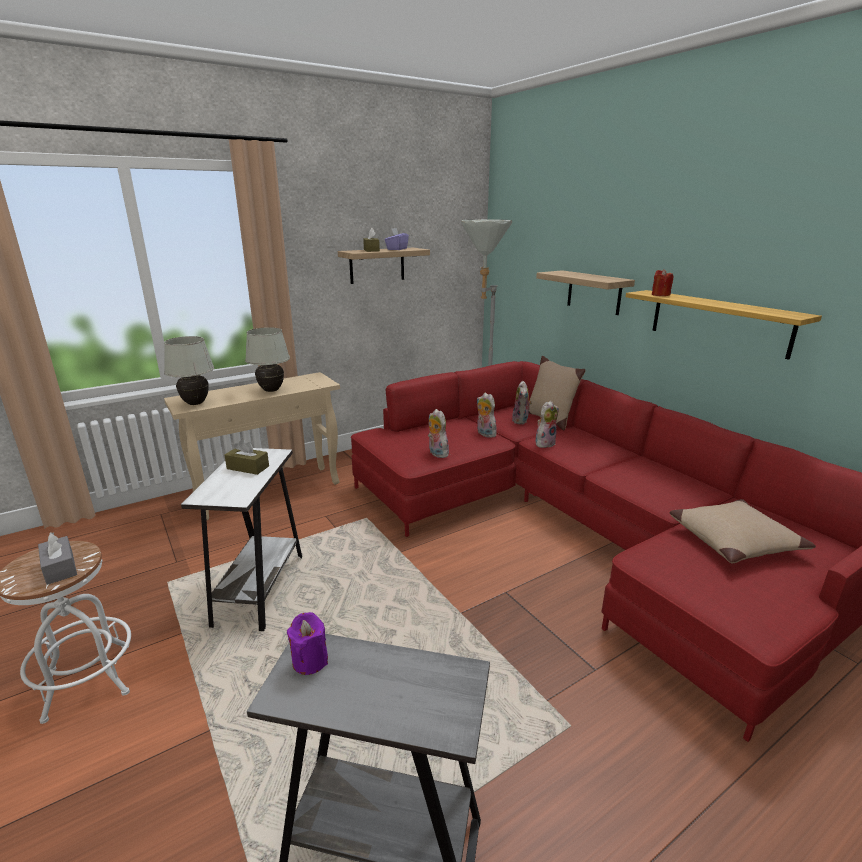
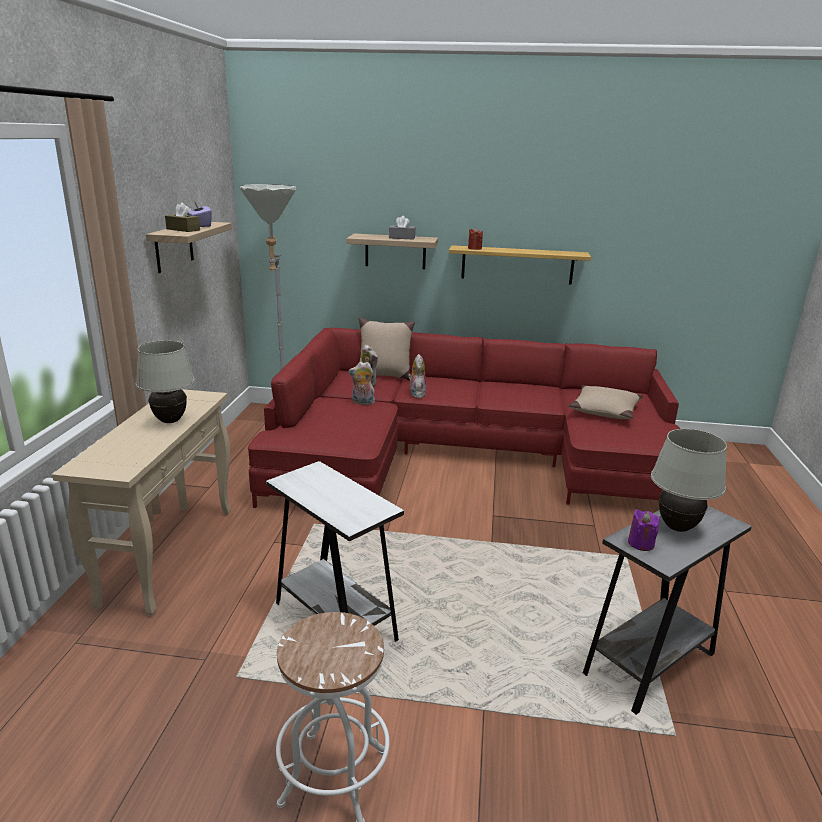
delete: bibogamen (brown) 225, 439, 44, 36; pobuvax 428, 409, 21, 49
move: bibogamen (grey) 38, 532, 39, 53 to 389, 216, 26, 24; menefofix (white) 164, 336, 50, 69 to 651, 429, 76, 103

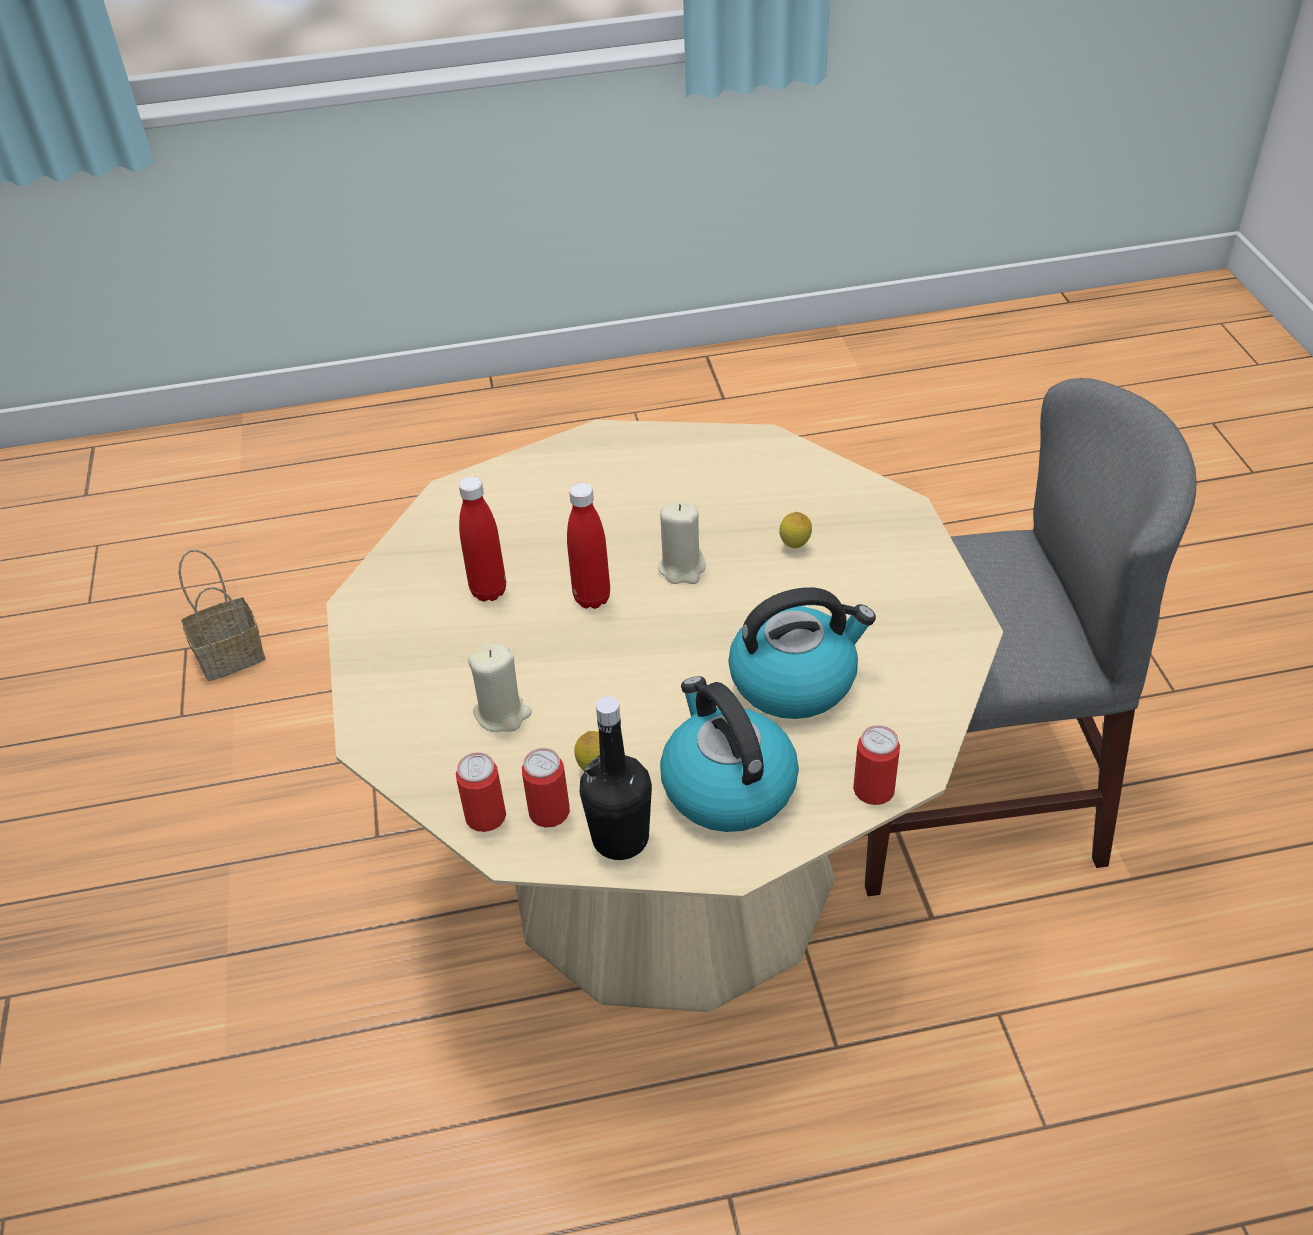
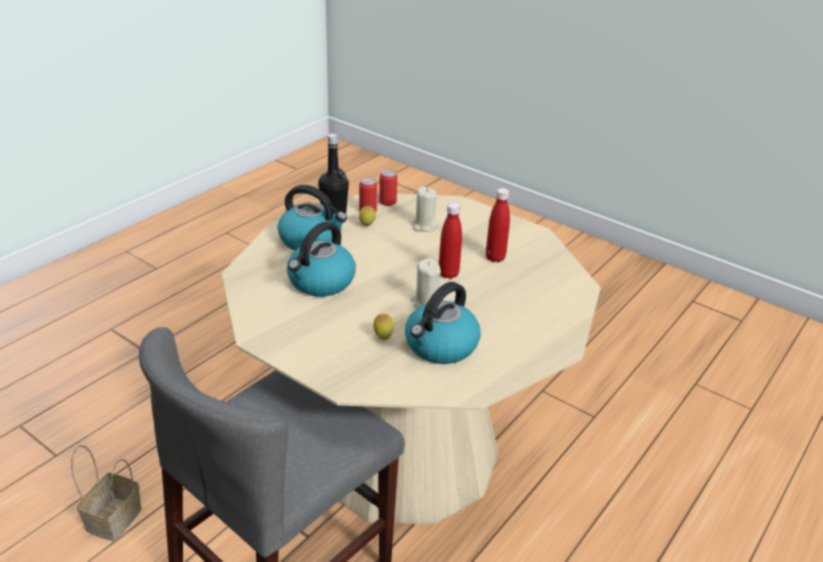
delete: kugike 853, 725, 47, 80
insert: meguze 405, 282, 76, 82
move: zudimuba 178, 549, 88, 132 to 71, 445, 71, 96

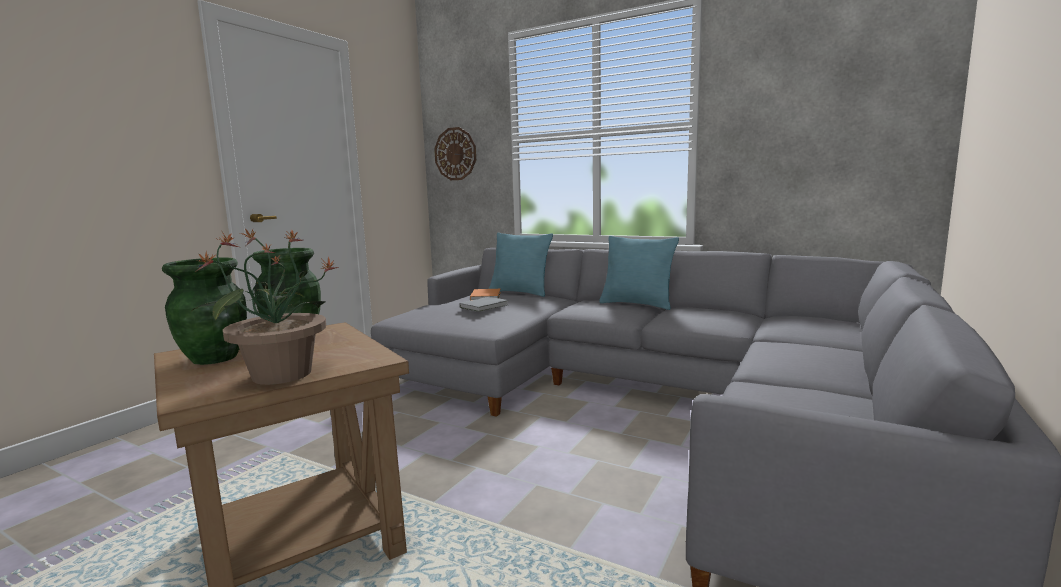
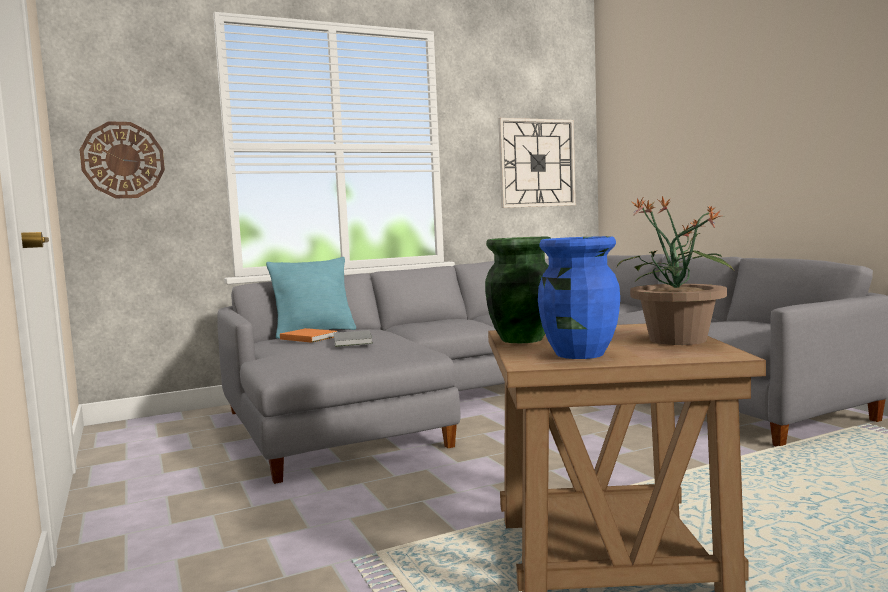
delete: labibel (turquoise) 599, 236, 80, 74
insert: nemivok 498, 118, 78, 90
recolor: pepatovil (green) 162, 257, 85, 108 to pepatovil (blue) 538, 236, 82, 123

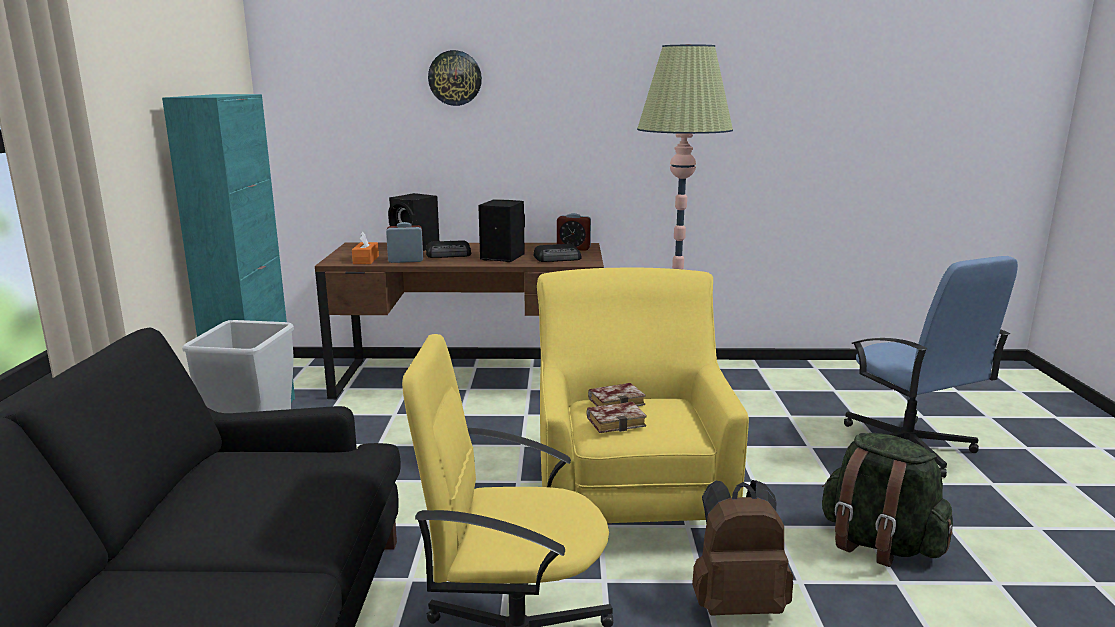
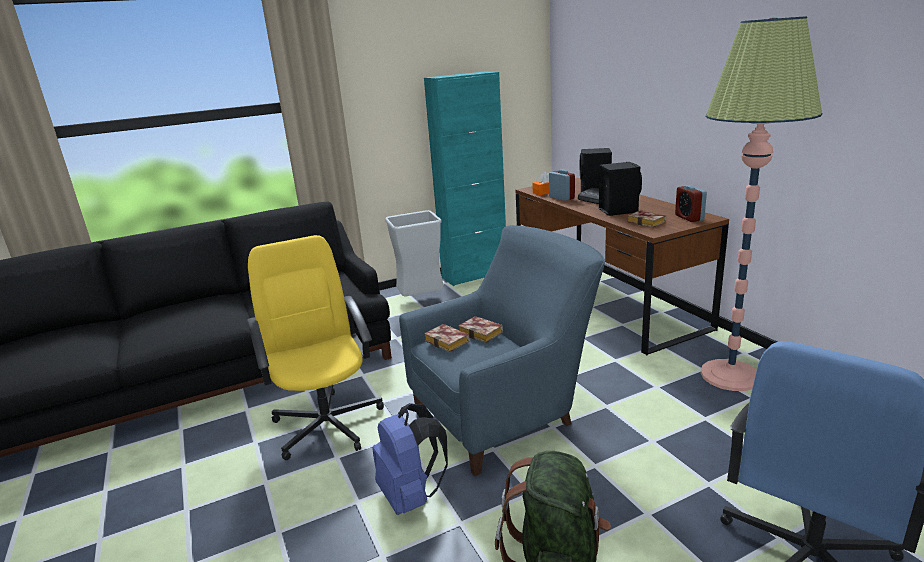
delete: nemivok 428, 50, 54, 56
replace: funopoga 534, 244, 47, 18 to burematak 627, 210, 39, 17
recolor: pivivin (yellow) 537, 268, 212, 255 to pivivin (blue) 399, 225, 206, 251; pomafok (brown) 692, 480, 101, 136 to pomafok (blue) 372, 403, 76, 112

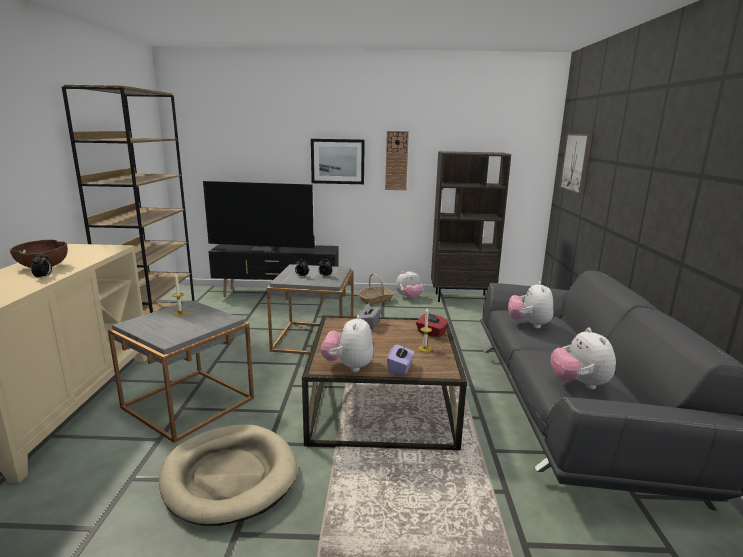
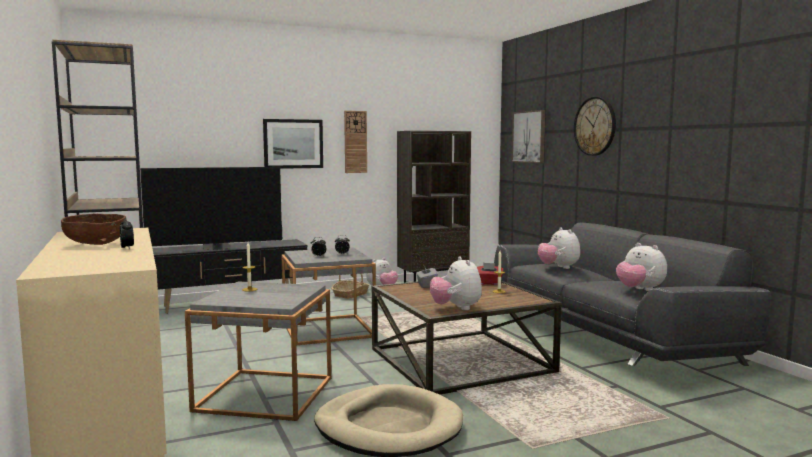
delete: bibogamen (purple) 387, 344, 28, 32
insert: nemivok 574, 97, 42, 59

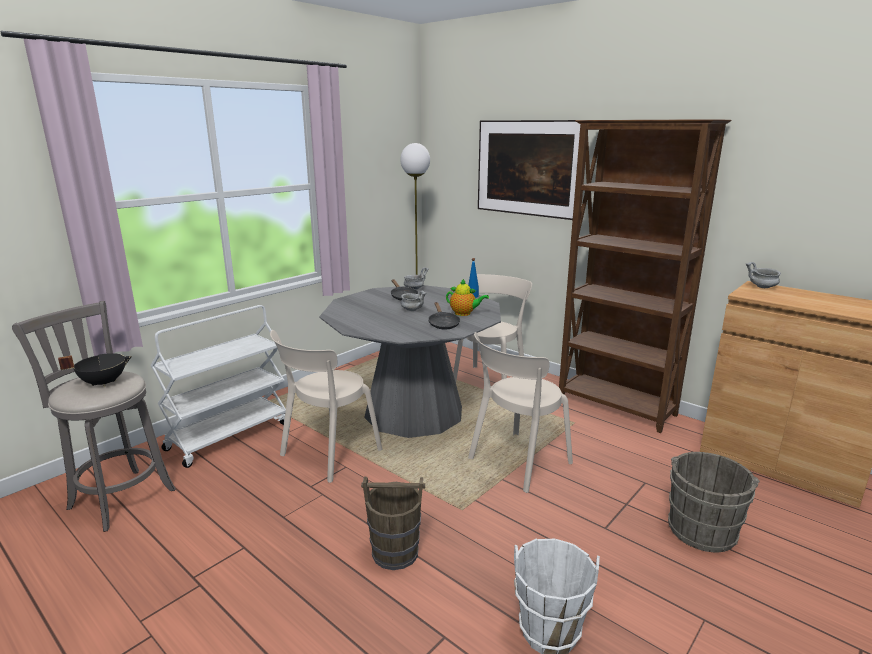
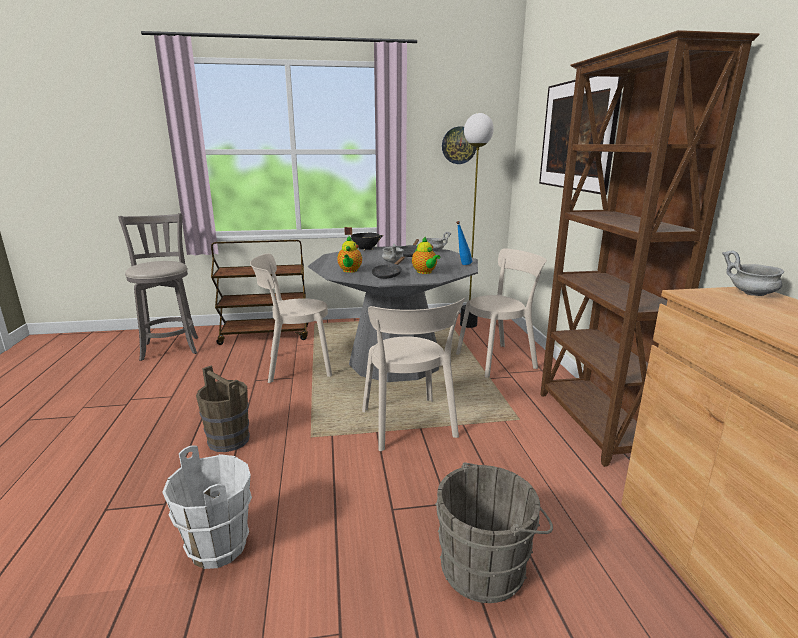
insert: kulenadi 337, 236, 25, 37; nemivok 442, 126, 34, 38
move: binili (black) 58, 353, 74, 34 to 344, 227, 39, 24
recolor: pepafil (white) 151, 305, 135, 163 to pepafil (brown) 211, 240, 97, 105
rotate: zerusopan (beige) 468, 332, 105, 161 = 362, 298, 103, 153 105 degrees counterclockwise

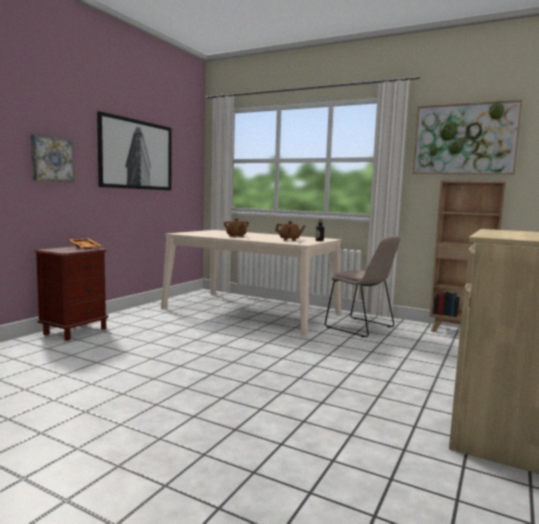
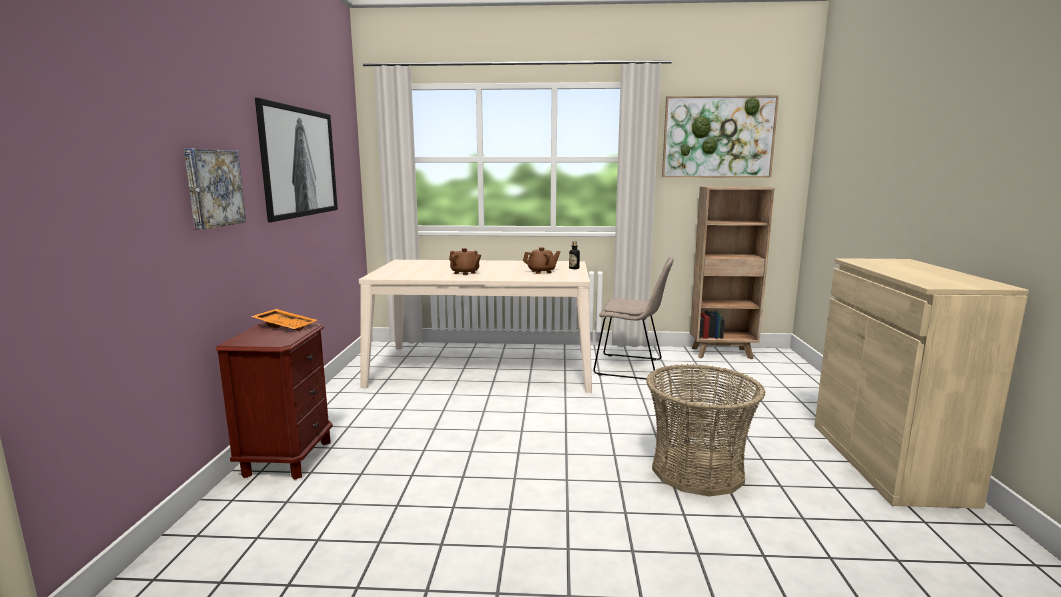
insert: zudimuba 646, 364, 119, 132

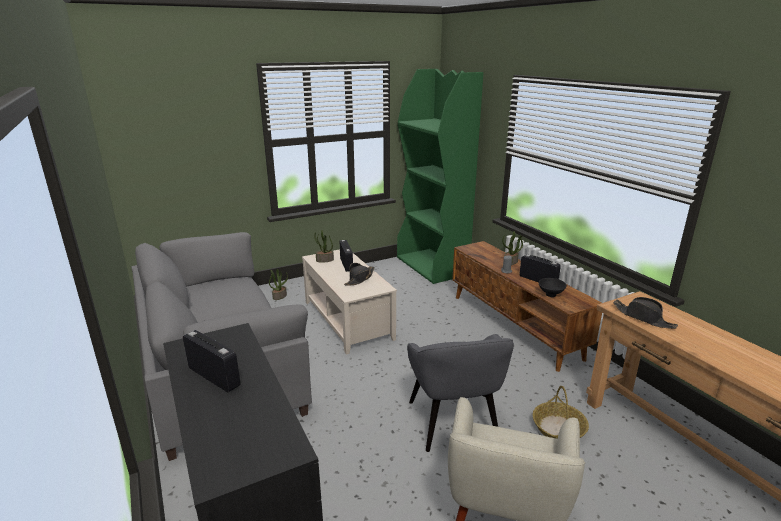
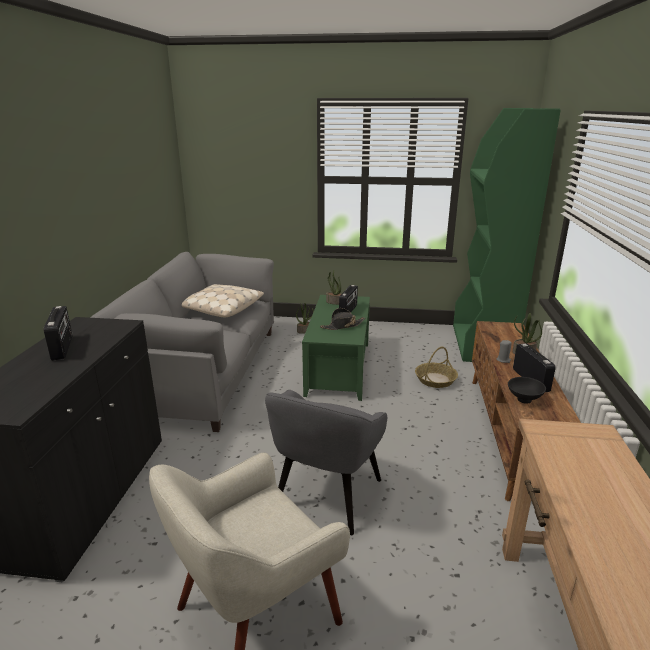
delete: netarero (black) 613, 297, 65, 32
insert: labibel (beige) 182, 284, 82, 33
move: zudimuba 533, 386, 56, 53 to 415, 347, 43, 41
recolor: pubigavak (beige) 302, 249, 95, 106 to pubigavak (green) 302, 295, 68, 106

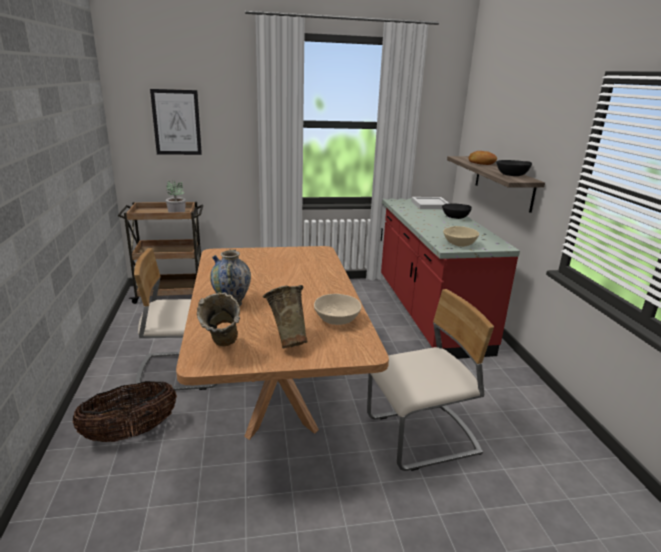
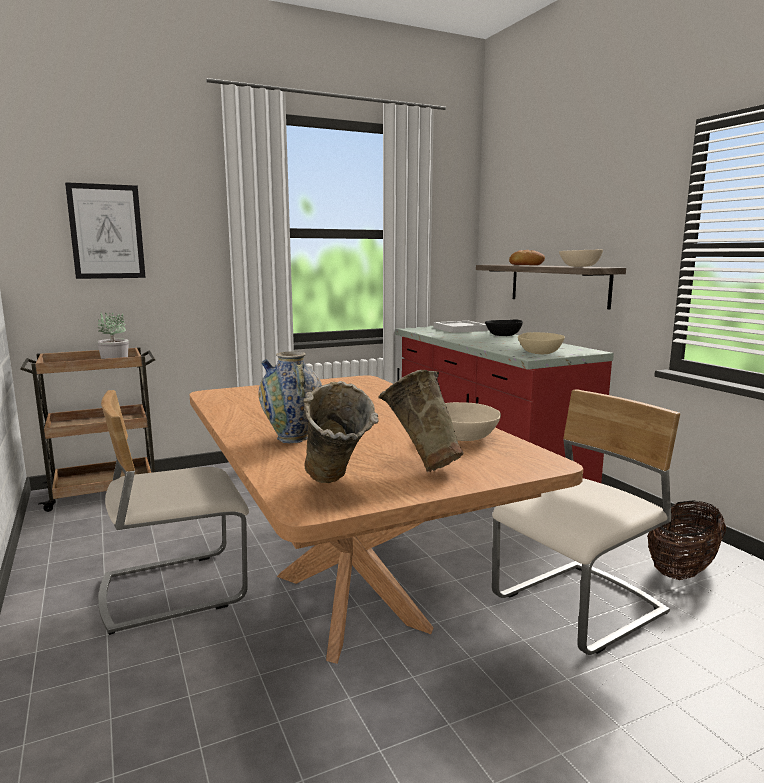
move: zudimuba 73, 381, 104, 61 to 647, 500, 79, 80
recolor: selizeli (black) 496, 160, 36, 16 to selizeli (beige) 559, 249, 44, 18

